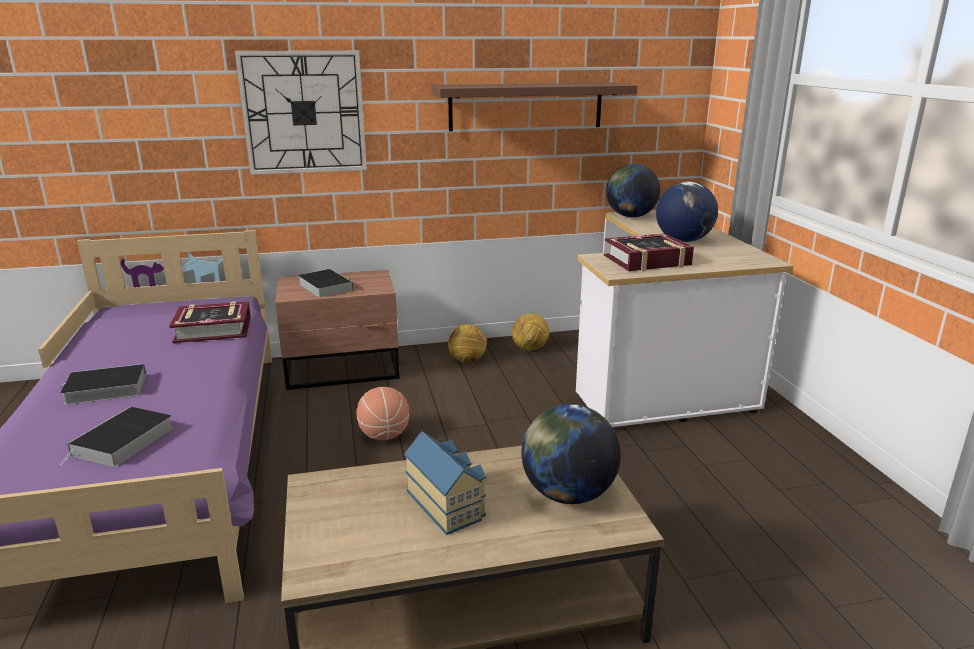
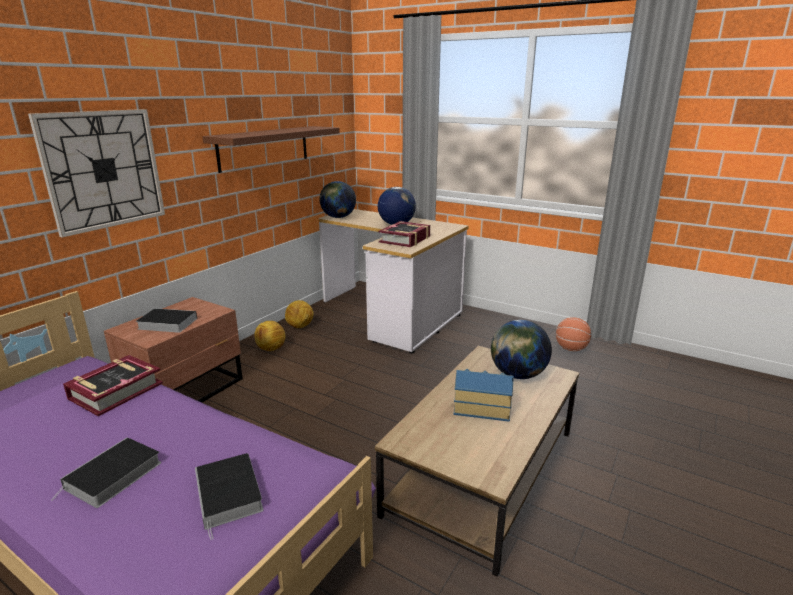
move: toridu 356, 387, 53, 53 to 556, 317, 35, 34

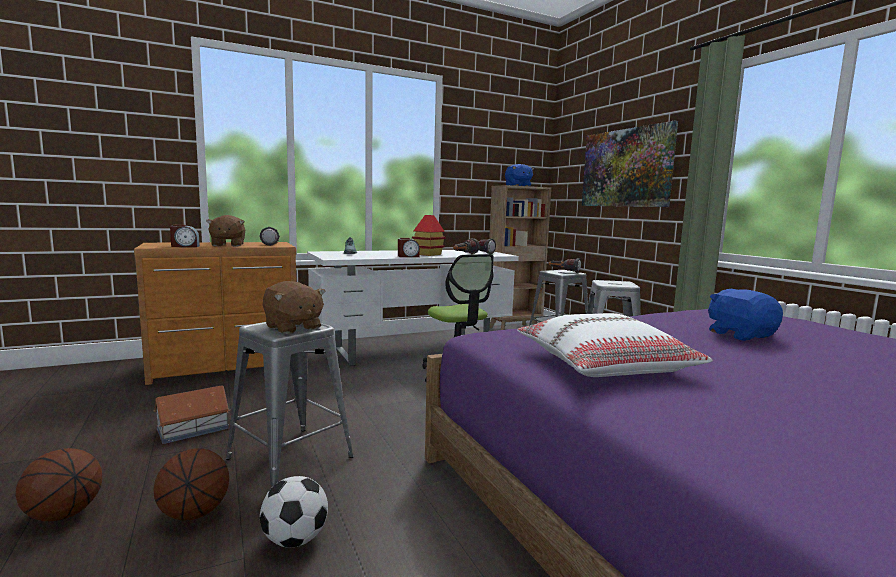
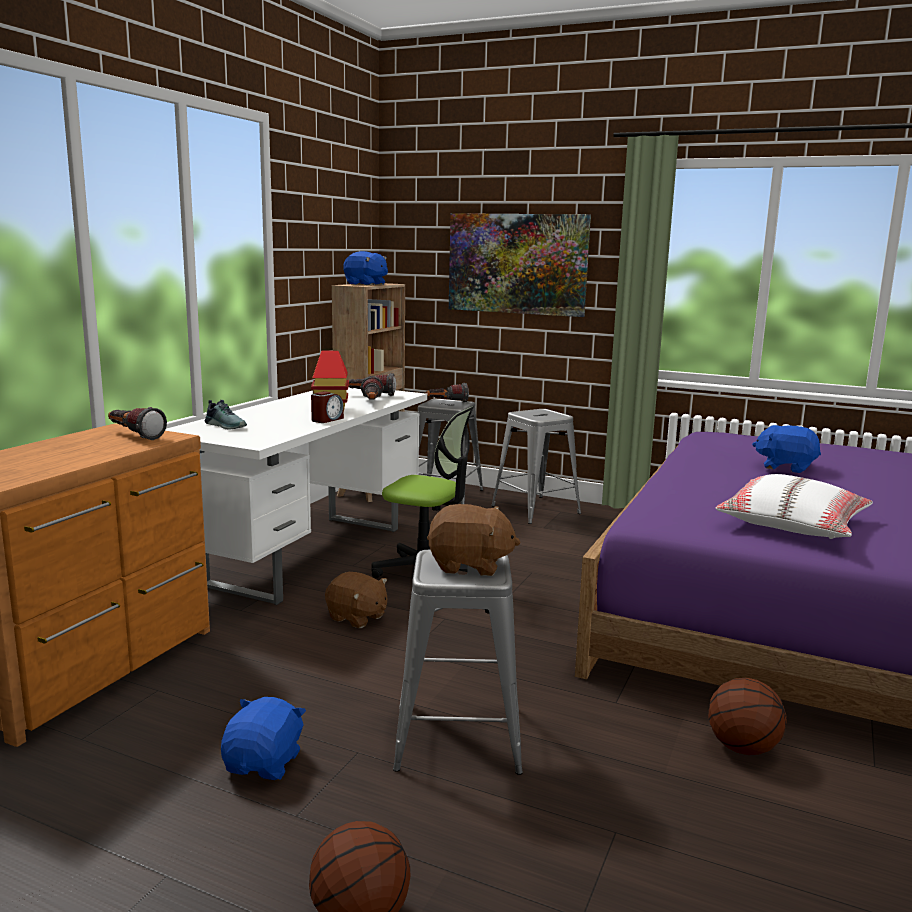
delete: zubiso 170, 225, 30, 22; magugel 260, 476, 68, 72
move: toridu 154, 448, 75, 72 to 708, 678, 79, 77; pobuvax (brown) 206, 215, 39, 32 to 325, 572, 62, 56
replace: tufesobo 154, 385, 76, 59 to pobuvax (blue) 221, 697, 85, 83

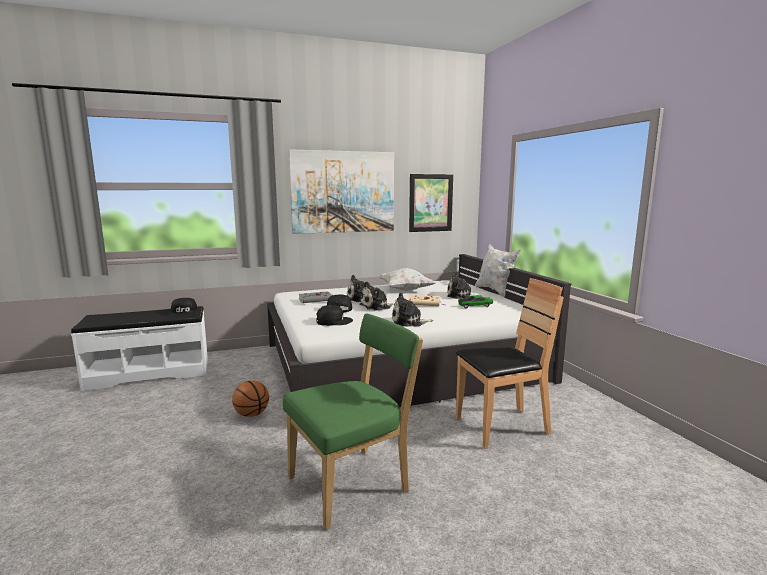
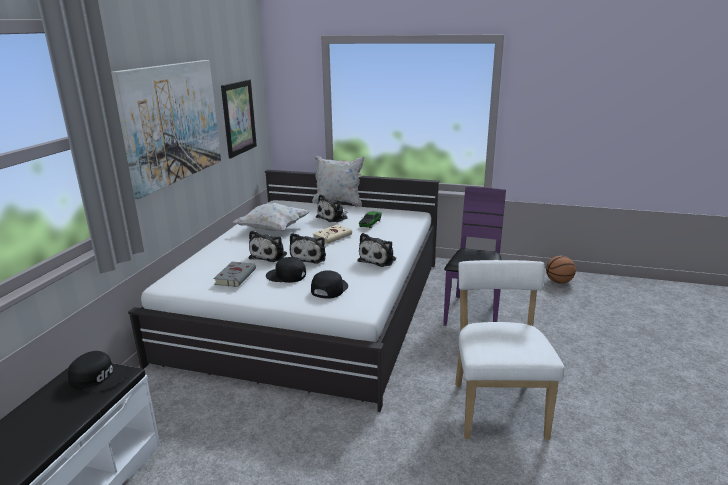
move: toridu 232, 380, 37, 37 to 546, 256, 30, 28
recolor: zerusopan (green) 283, 314, 140, 216 to zerusopan (white) 455, 260, 109, 180; zerusopan (brown) 456, 278, 108, 171 to zerusopan (purple) 443, 187, 63, 139

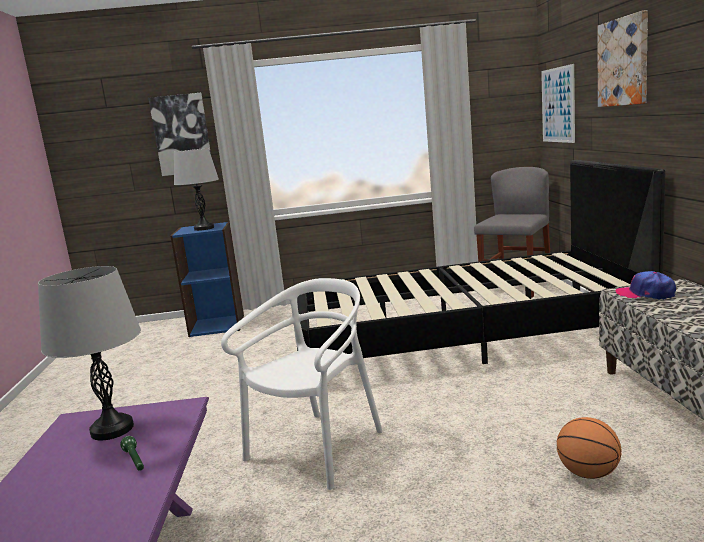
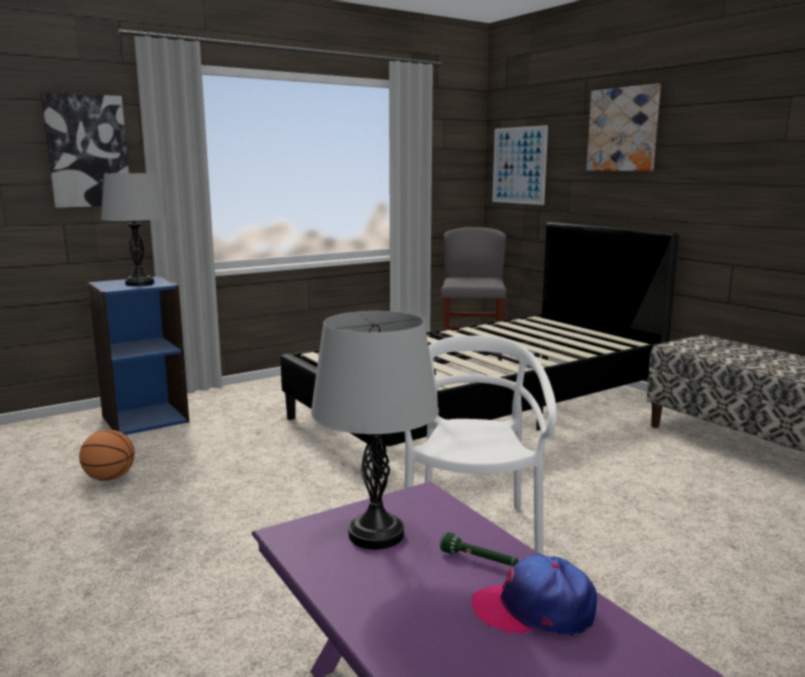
move: toridu 557, 417, 65, 62 to 79, 430, 56, 51; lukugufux 616, 271, 60, 29 to 471, 554, 126, 82

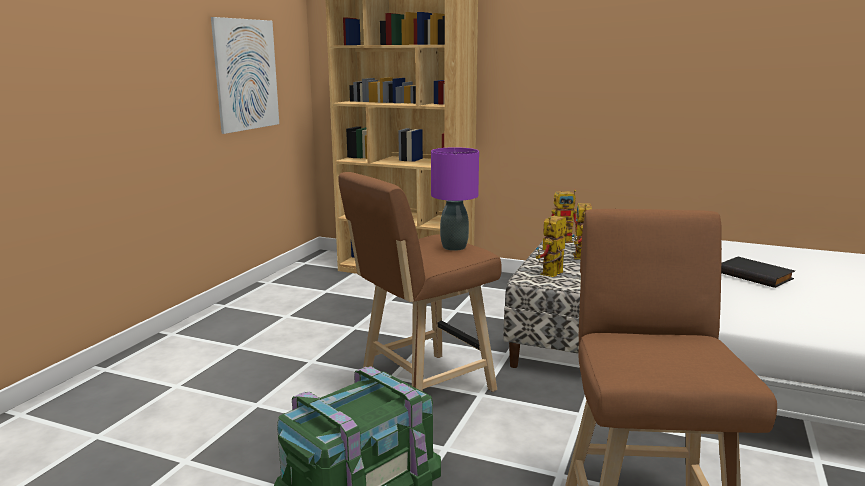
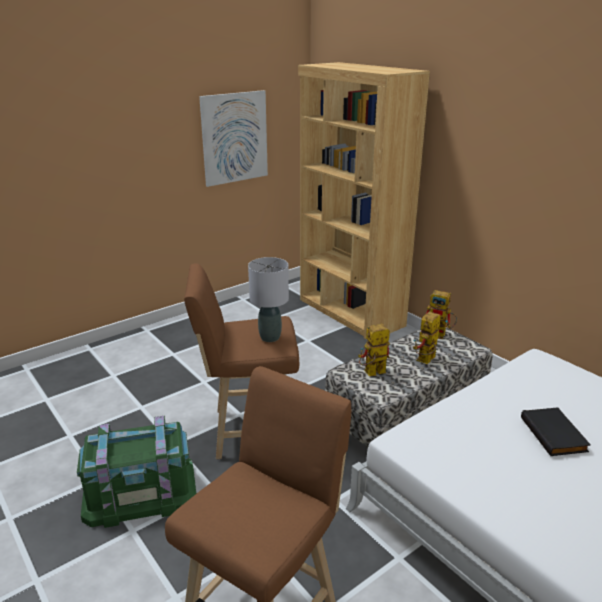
recolor: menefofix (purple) 431, 147, 48, 104 to menefofix (grey) 248, 257, 41, 85

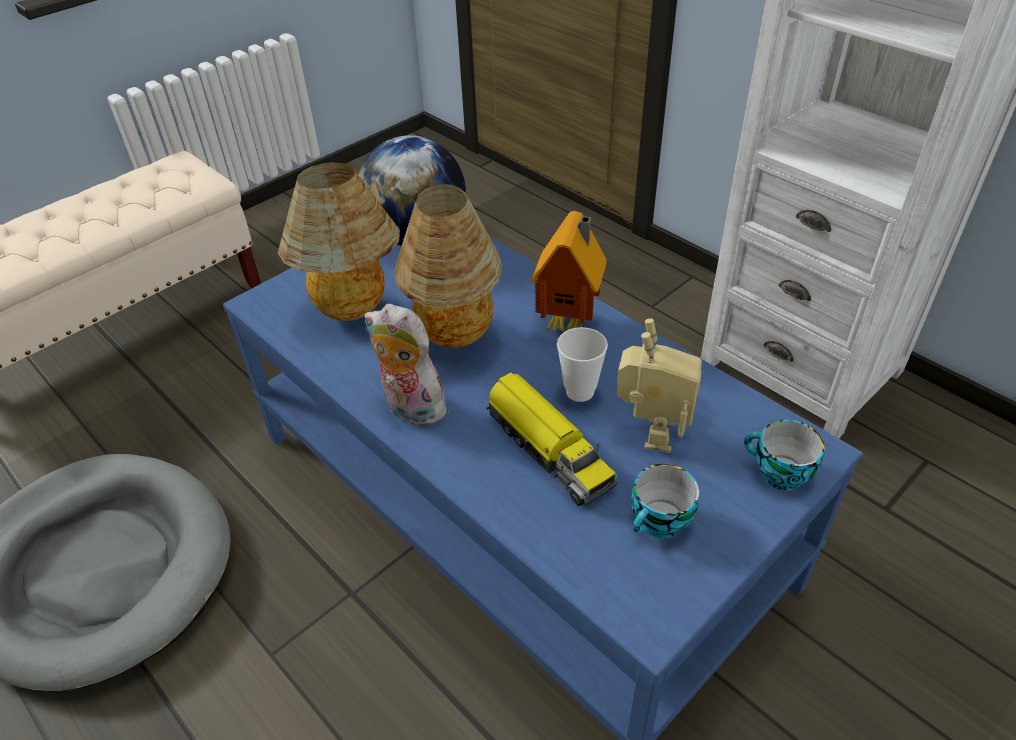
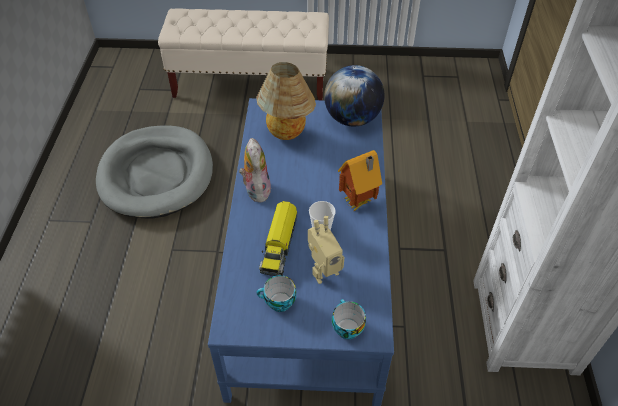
delete: menefofix 394, 184, 108, 164

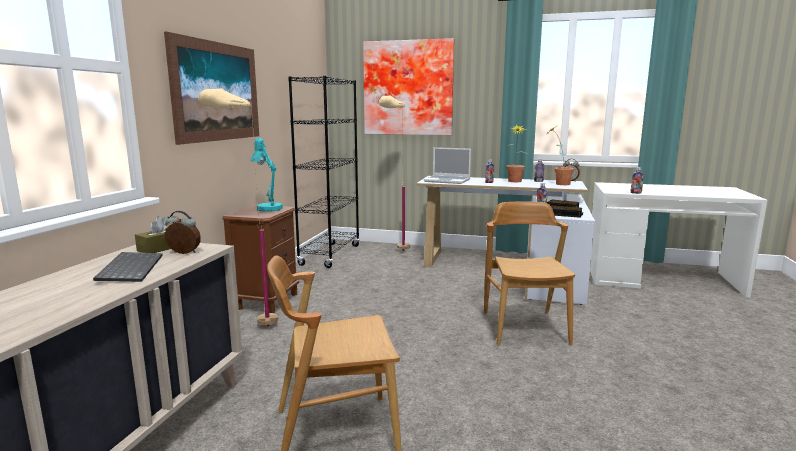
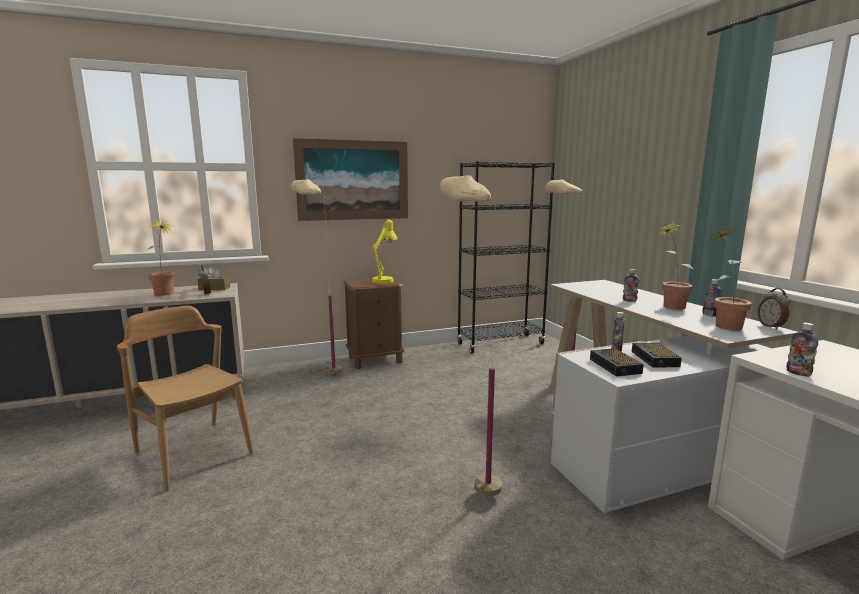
delete: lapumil 363, 38, 91, 97; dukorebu 424, 147, 47, 37
replace: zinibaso 93, 252, 69, 30 to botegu 147, 221, 28, 75; zerusopan (brown) 484, 201, 91, 145 to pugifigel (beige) 440, 175, 62, 321
recolor: menefofix (turquoise) 251, 138, 32, 74 to menefofix (yellow) 372, 219, 25, 65

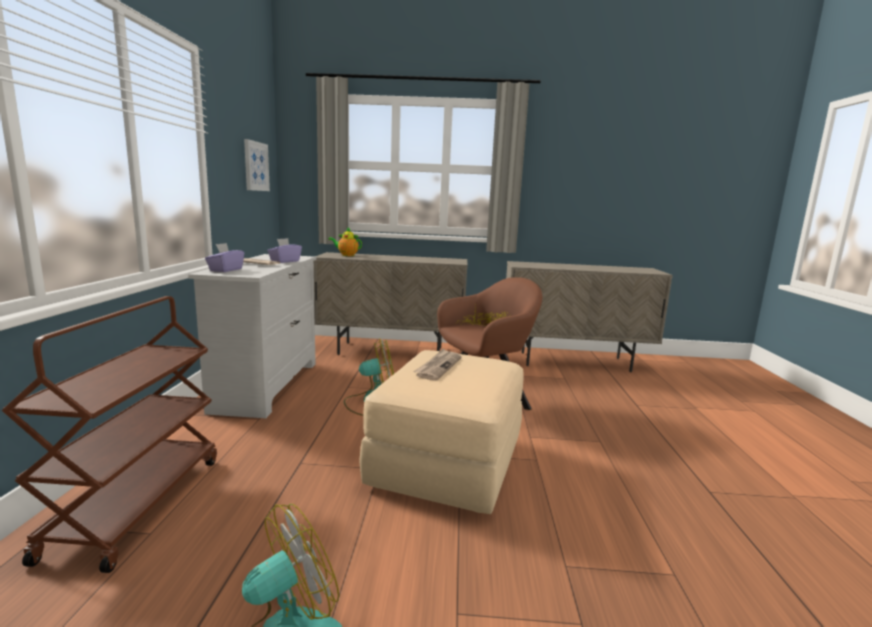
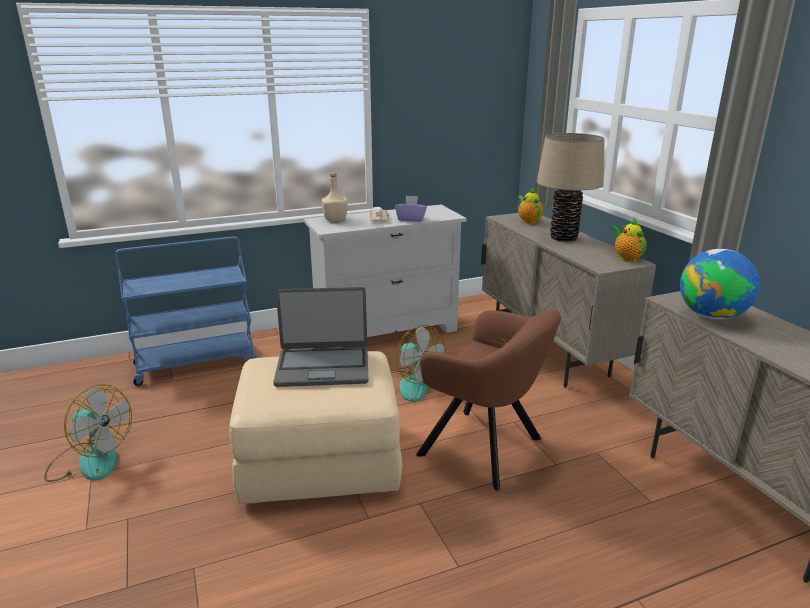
delete: lapumil 244, 139, 26, 52
insert: menefofix (beige) 537, 133, 68, 109; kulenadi 611, 218, 36, 43; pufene 680, 249, 80, 71
replace: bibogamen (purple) 205, 243, 39, 29 to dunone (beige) 322, 173, 26, 48; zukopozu 414, 349, 48, 32 to dukorebu 273, 287, 96, 100
recolor: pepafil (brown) 1, 296, 216, 277 to pepafil (blue) 115, 236, 141, 150

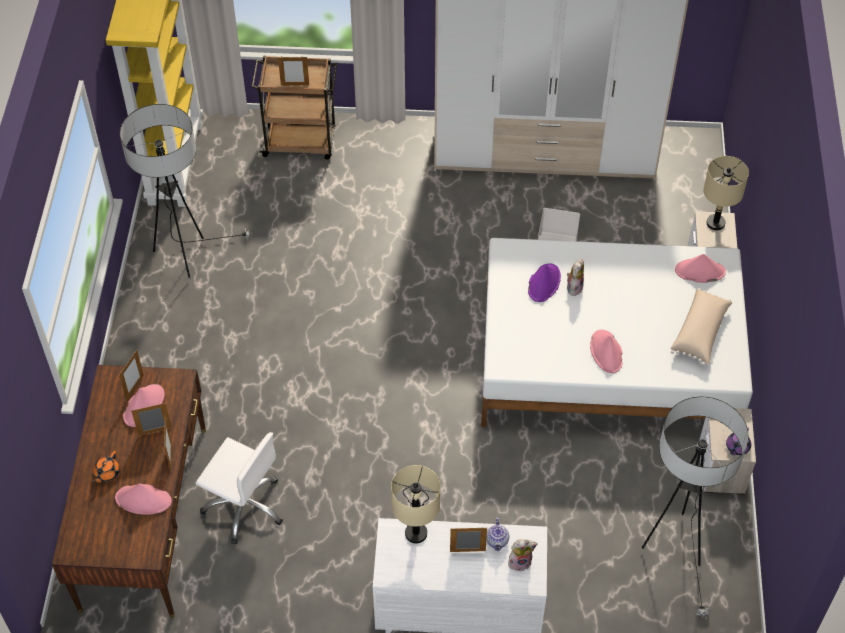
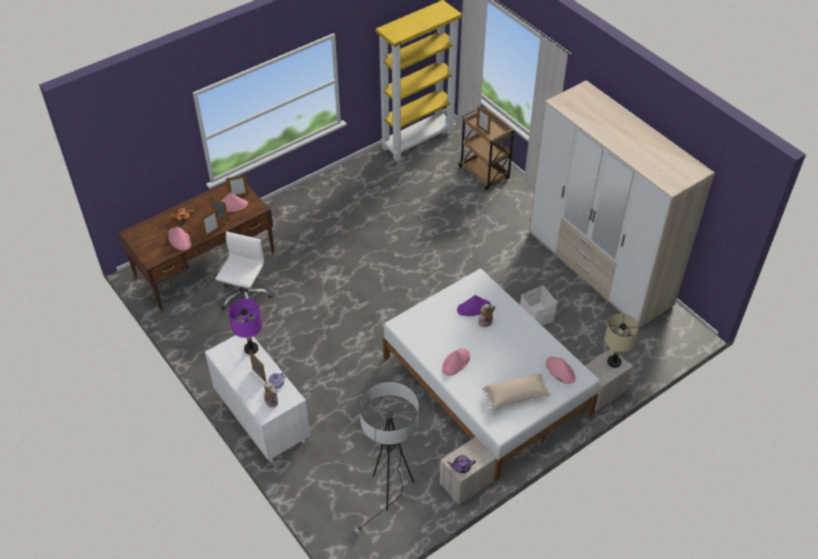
delete: pugifigel 120, 104, 132, 174
recolor: menefofix (beige) 391, 465, 49, 79 to menefofix (purple) 228, 298, 34, 57
rotate: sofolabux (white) 196, 432, 87, 112 = 215, 231, 57, 85 150 degrees counterclockwise

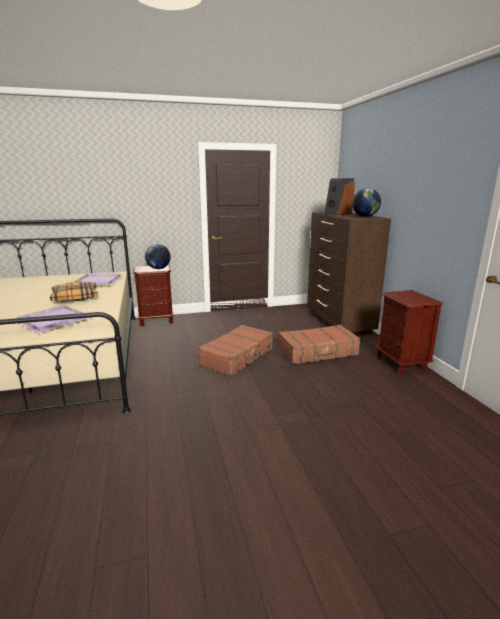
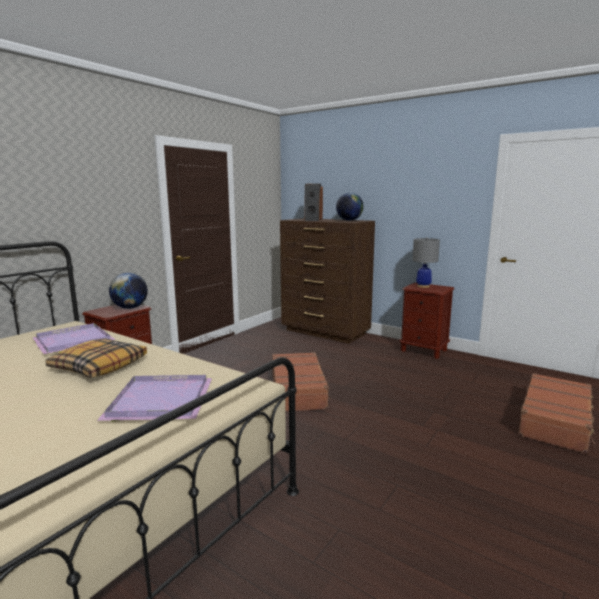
insert: menefofix (grey) 412, 237, 28, 51
move: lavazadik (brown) 278, 325, 82, 39 to 518, 373, 77, 81

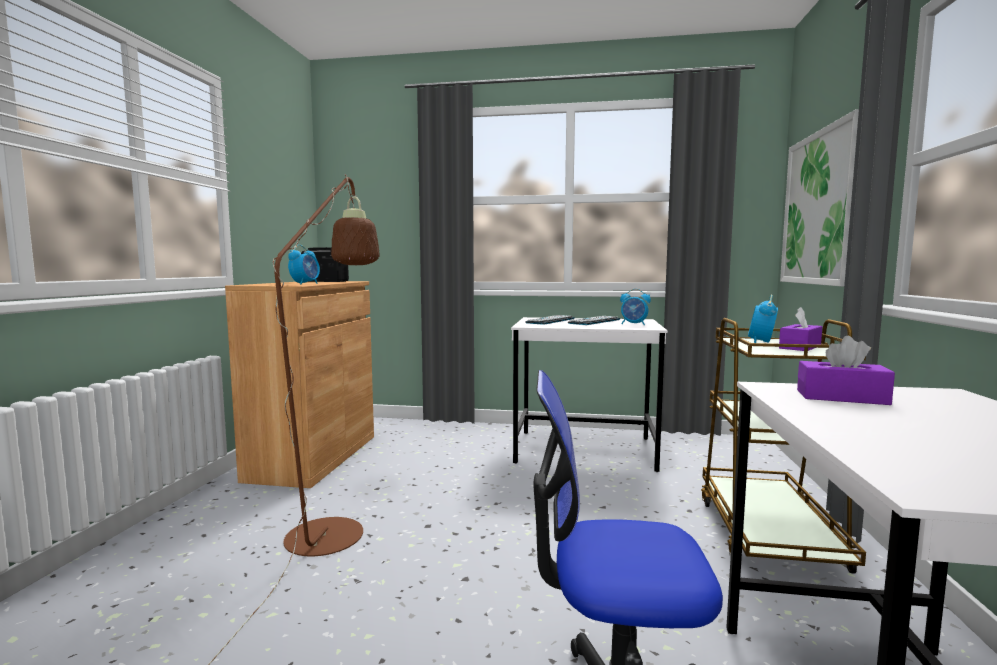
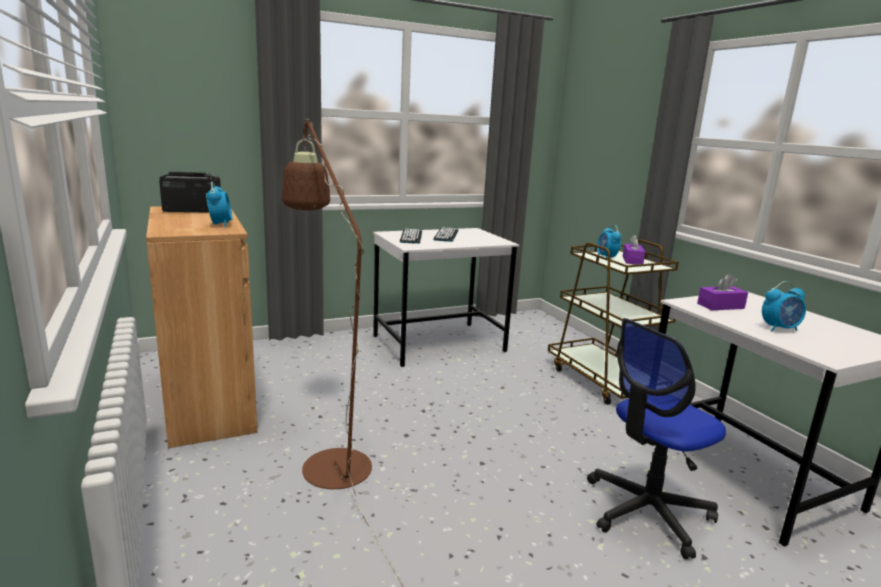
delete: lapumil 780, 109, 79, 178
move: zubiso 620, 289, 31, 36 to 762, 281, 44, 51

